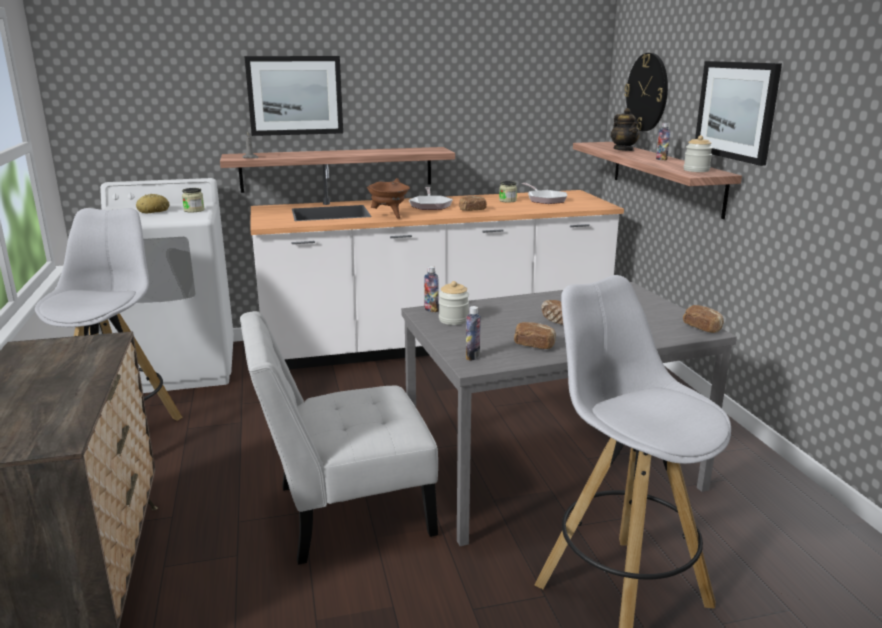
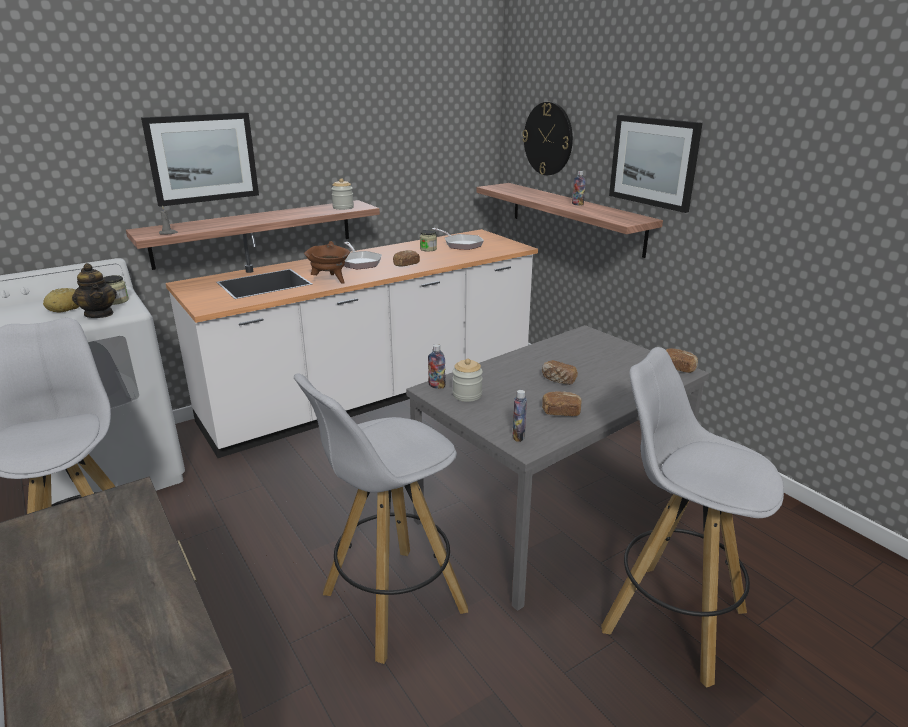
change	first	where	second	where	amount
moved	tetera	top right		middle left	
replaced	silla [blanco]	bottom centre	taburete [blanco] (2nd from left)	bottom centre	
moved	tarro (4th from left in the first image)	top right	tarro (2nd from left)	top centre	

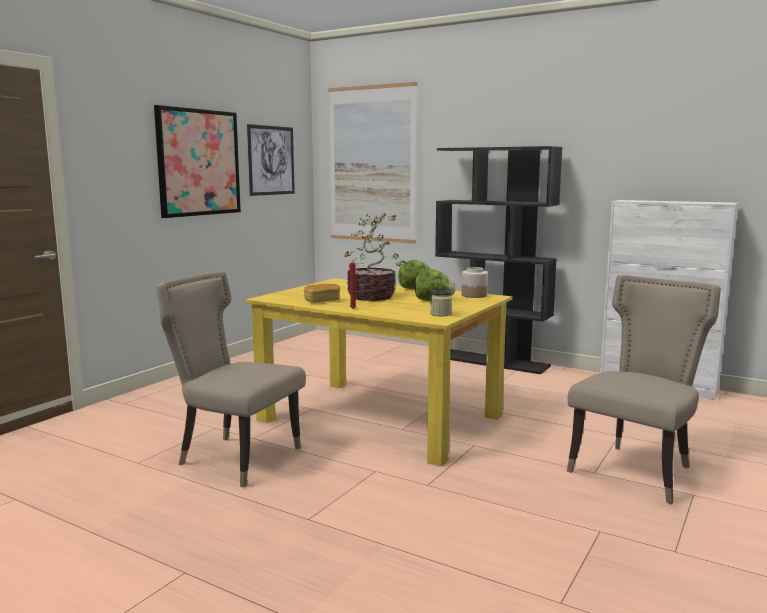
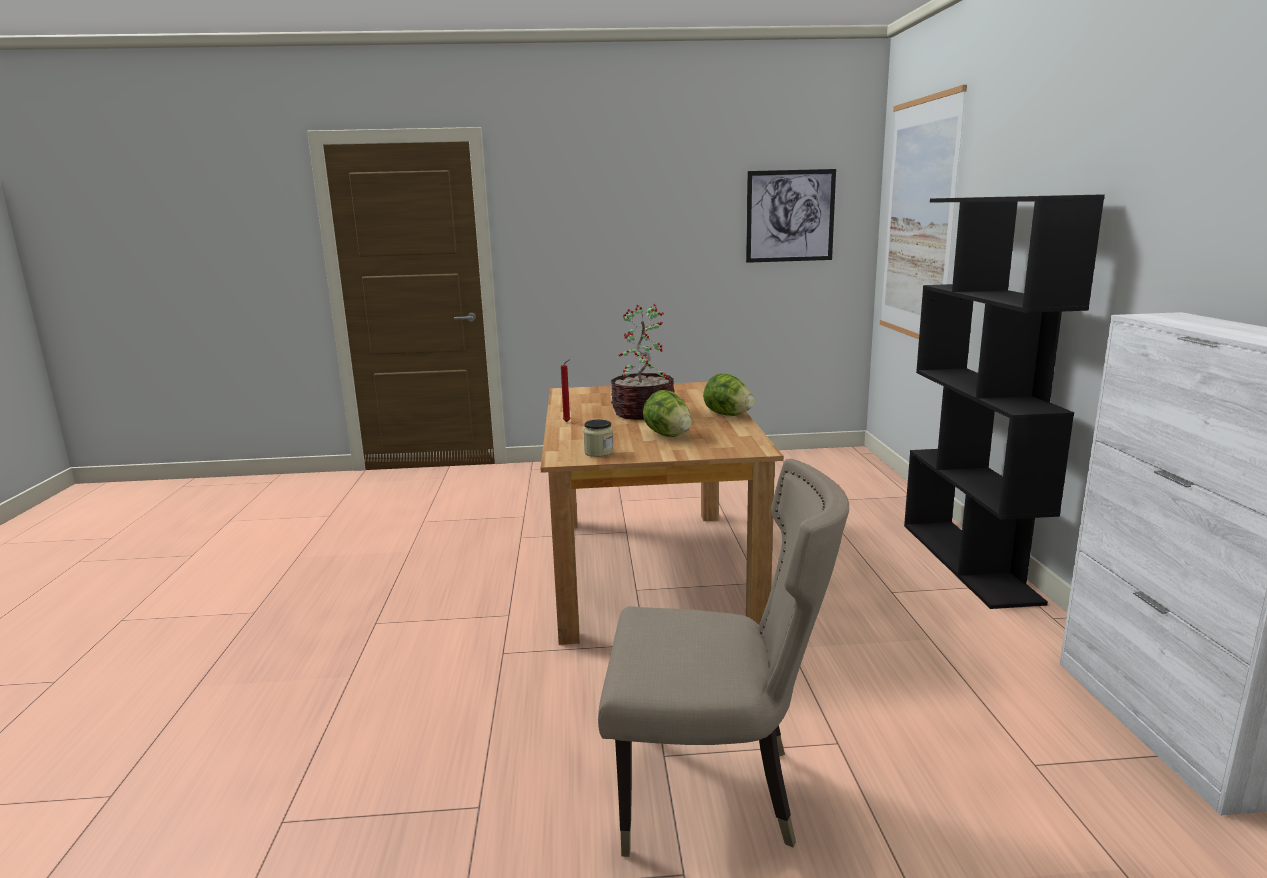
change	first	where	second	where	amount
recoloured	mesa de comedor [amarillo]	centre	mesa de comedor [marrón]	centre	
removed	cuadro (1st from left)	top left			
removed	silla [beis] (1st from left)	middle left			
removed	pan	centre			
removed	tarro (2nd from left)	centre			

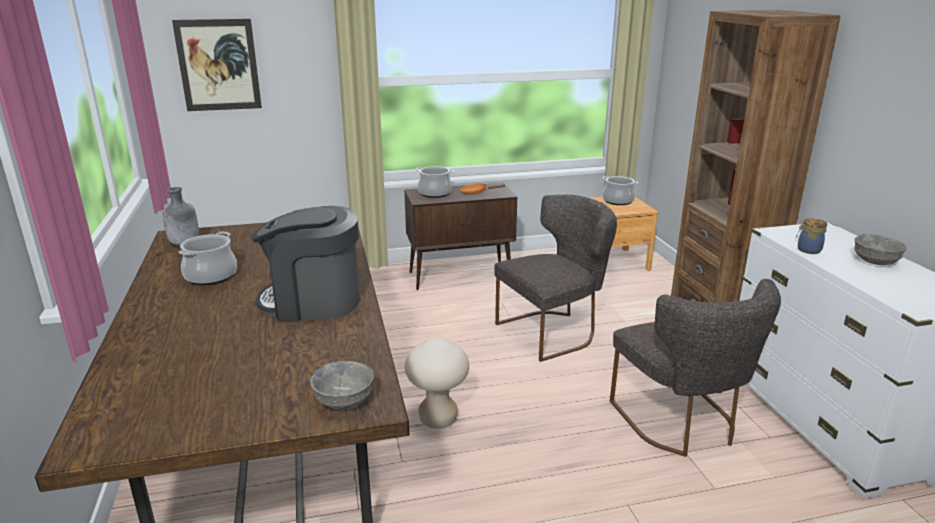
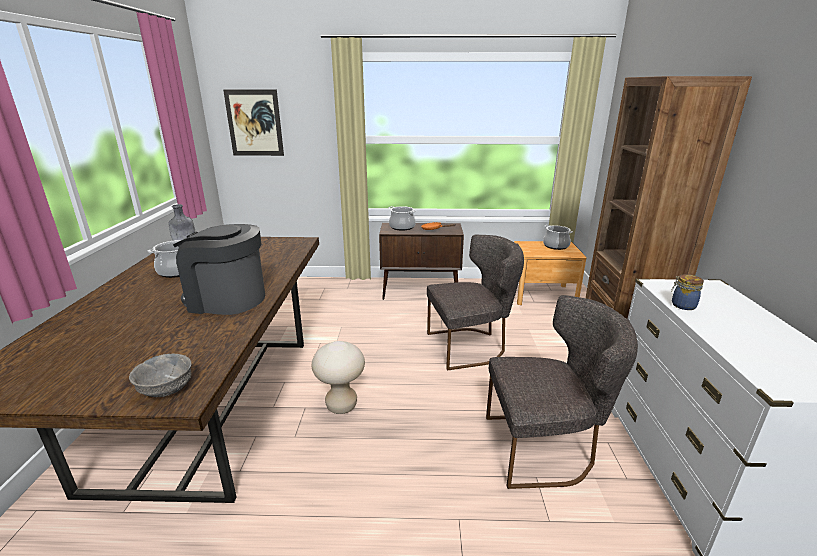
change	first	where	second	where	amount
turned	silla [gris] (2nd from left)	bottom right		bottom right	90 degrees counterclockwise
removed	cuenco [gris] (2nd from left)	middle right			

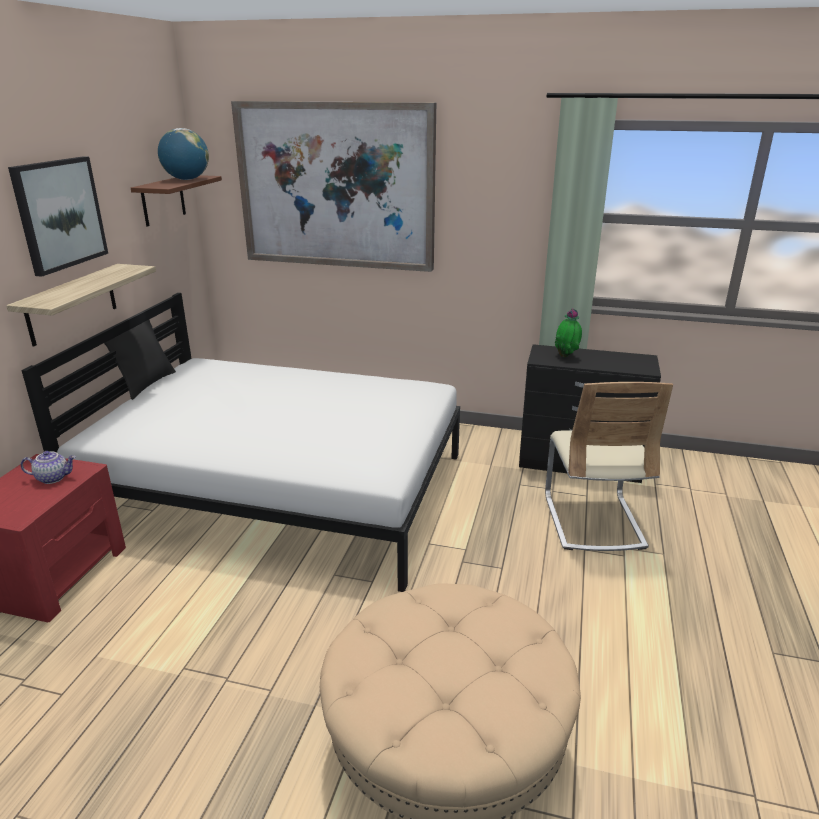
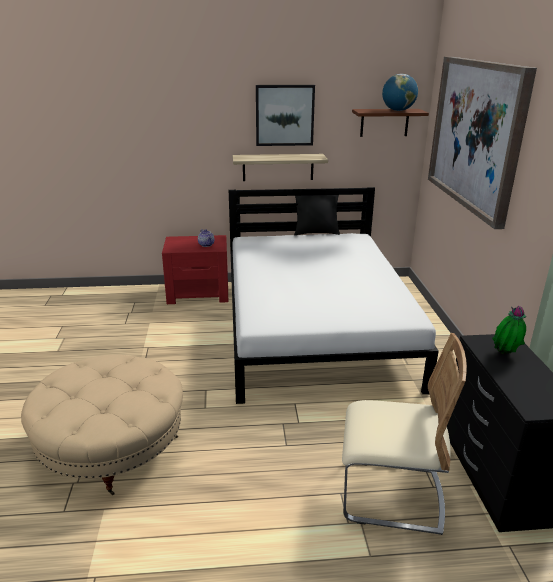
change	first	where	second	where	amount
turned	silla [beis]	middle right		bottom right	150 degrees counterclockwise

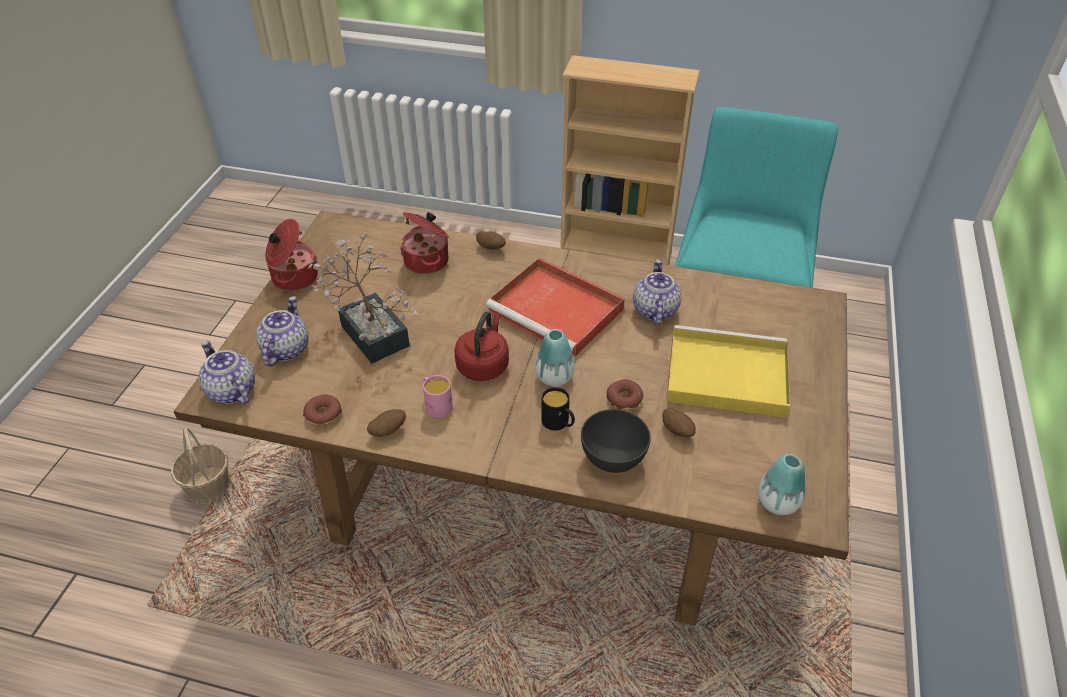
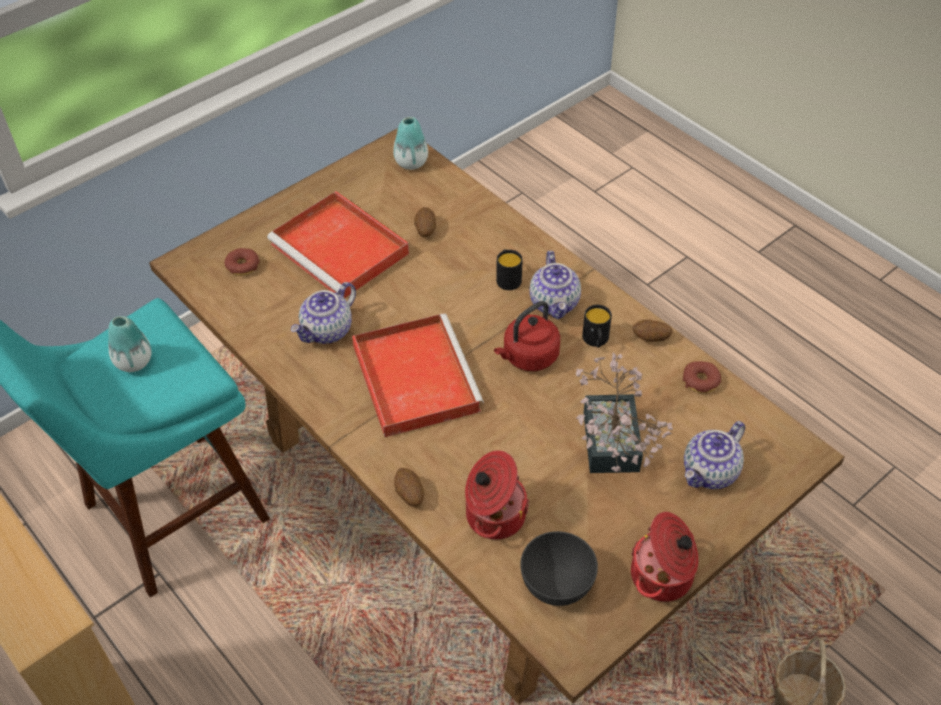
change	first	where	second	where	amount
moved	florero (1st from left)	centre		middle left	
moved	rosquilla (2nd from left in the first image)	centre	rosquilla (1st from left)	middle left	
recoloured	bandeja [amarillo]	middle right	bandeja [rojo] (1st from left)	centre	
moved	cuenco [gris]	centre		bottom centre	
moved	tetera (1st from left in the first image)	middle left	tetera (2nd from left)	centre	
recoloured	taza grande [rosa]	centre	taza grande [negro] (2nd from left)	centre	

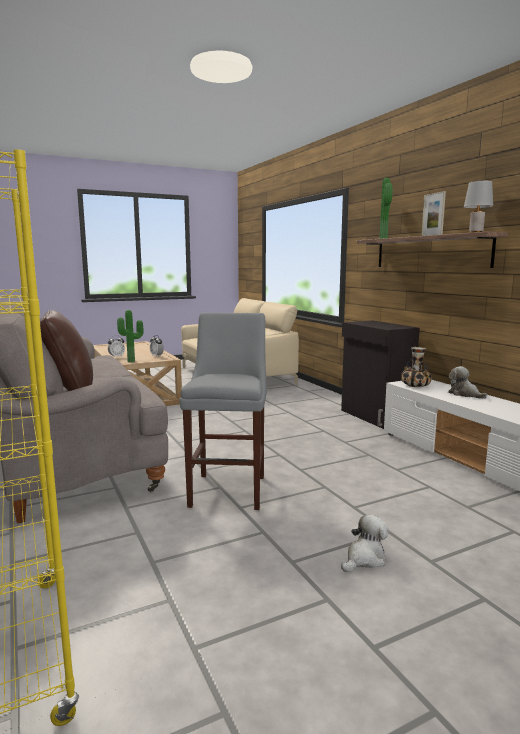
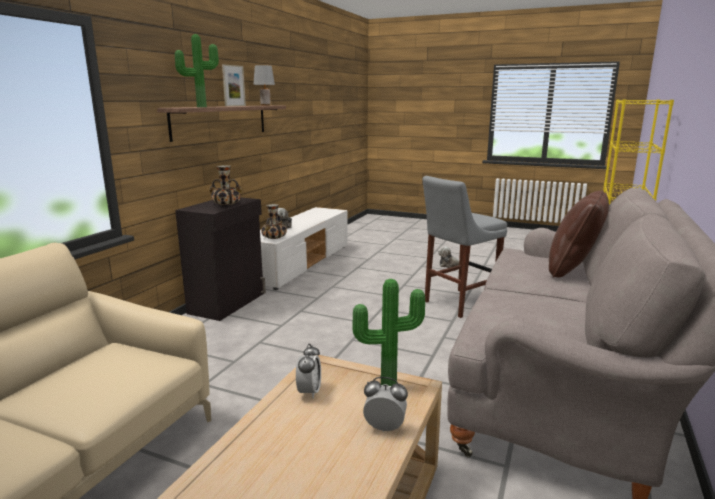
change	first	where	second	where	amount
added			florero (1st from left)	middle left	

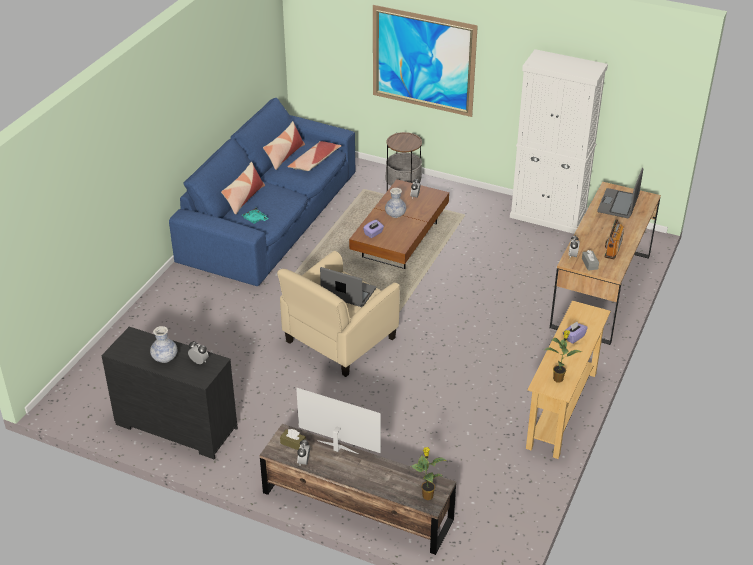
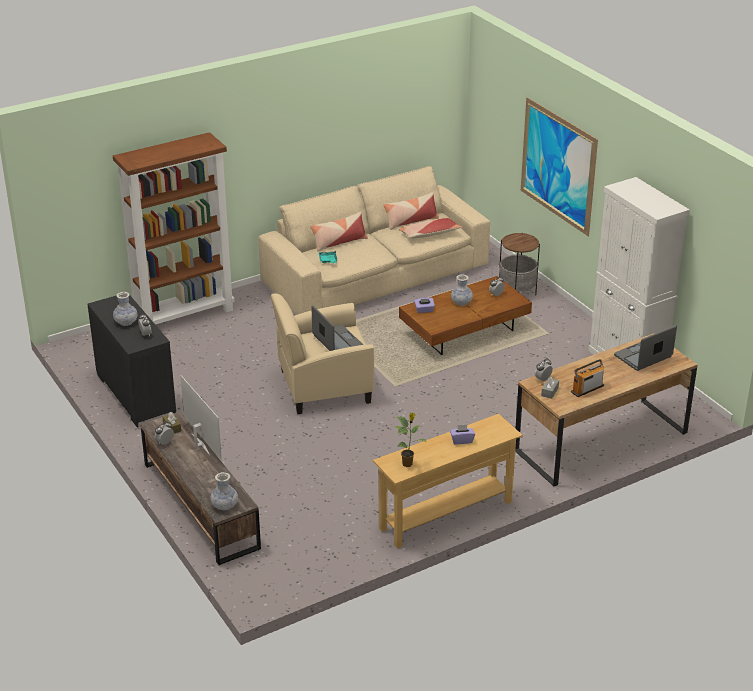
change	first	where	second	where	amount
added			estantería [marrón]	top left	
replaced	planta en maceta (1st from left)	bottom centre	florero (2nd from left)	bottom left	
recoloured	sofá [azul]	centre	sofá [beis]	centre	

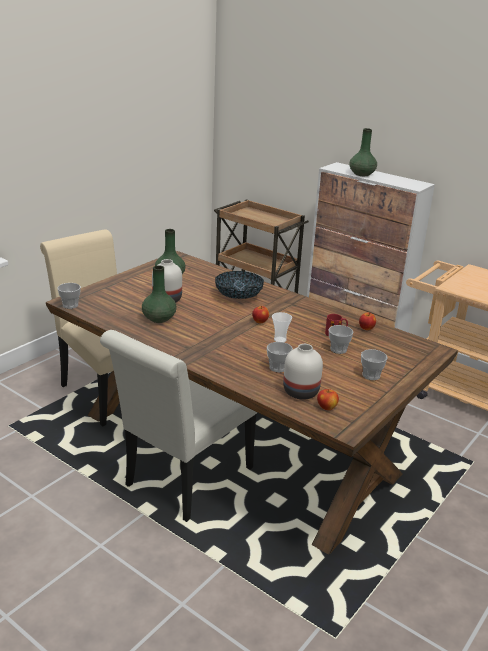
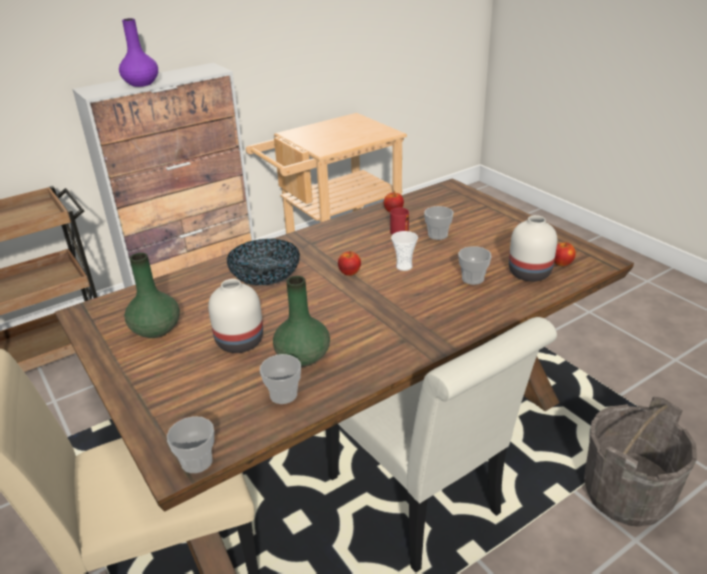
change	first	where	second	where	amount
recoloured	florero [verde] (3rd from left)	top right	florero [morado]	top left	
moved	taza (5th from left in the first image)	middle right	taza (2nd from left)	centre	
added			cubo [gris]	bottom right	

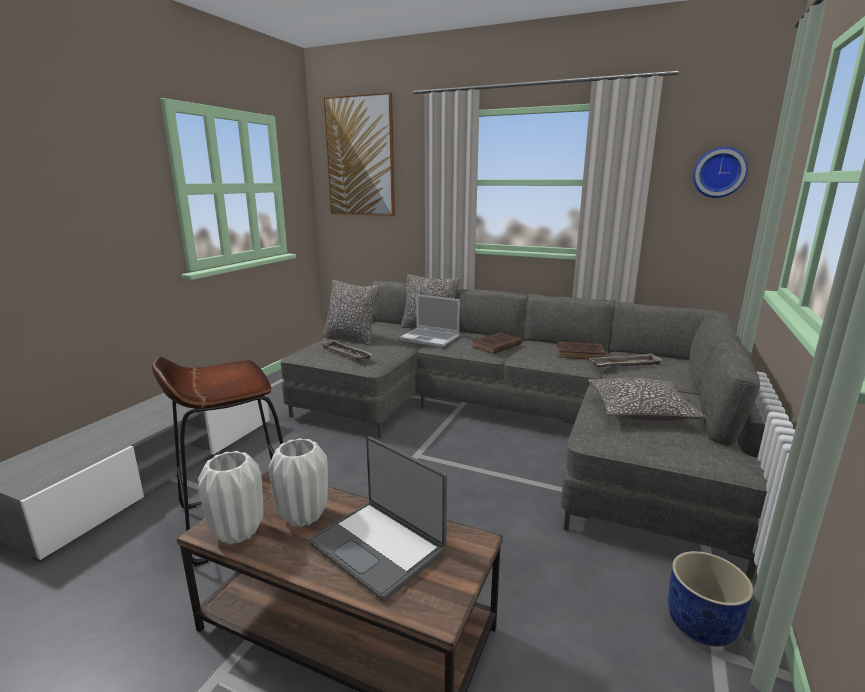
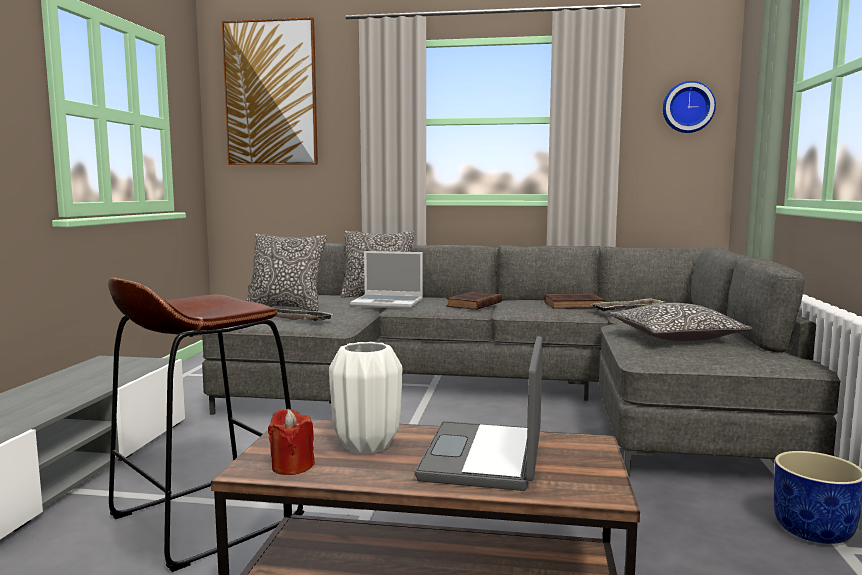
change	first	where	second	where	amount
replaced	florero [blanco] (1st from left)	bottom left	vela [rojo]	bottom centre	
turned	portátil (1st from left in the first image)	bottom centre	portátil (2nd from left)	bottom centre	75 degrees clockwise

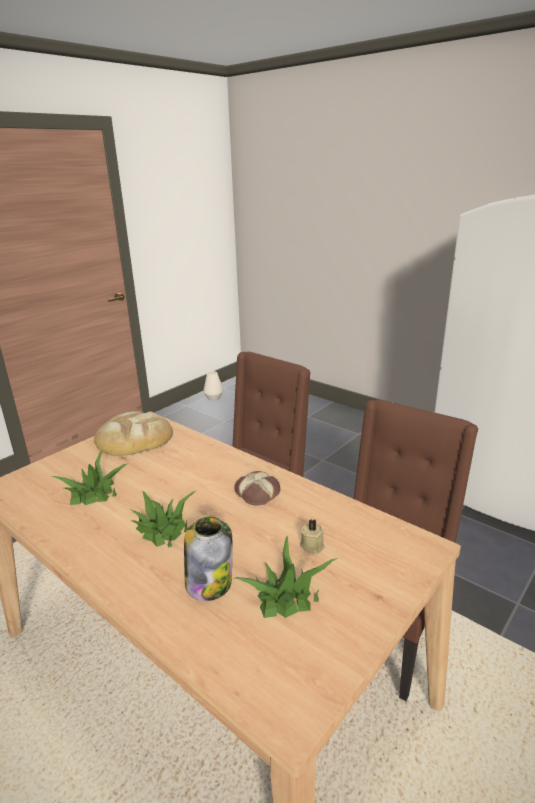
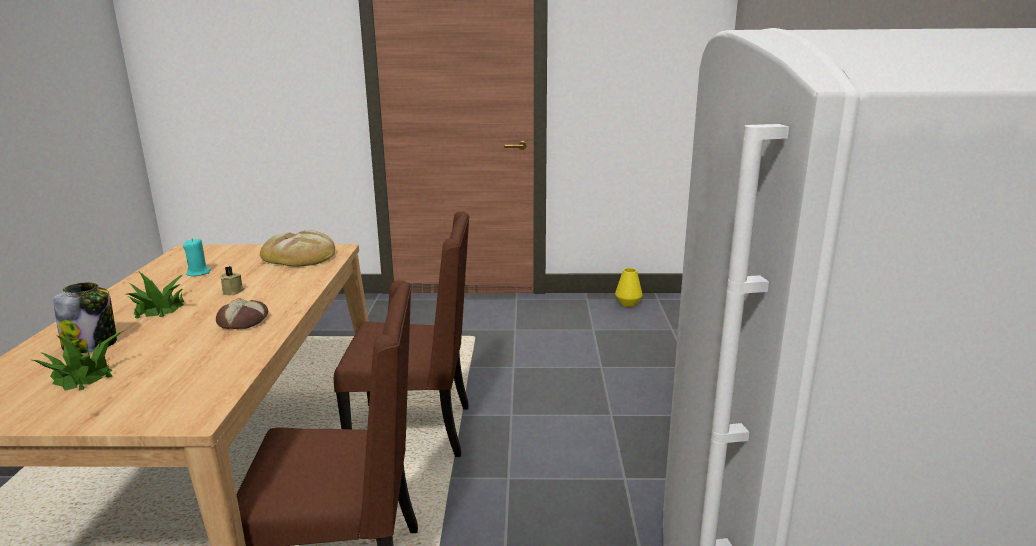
change	first	where	second	where	amount
replaced	planta en maceta (1st from left)	middle left	vela [turquesa]	middle left	
moved	vela [beis]	bottom centre		middle left	
recoloured	florero [blanco]	centre	florero [amarillo]	centre	

